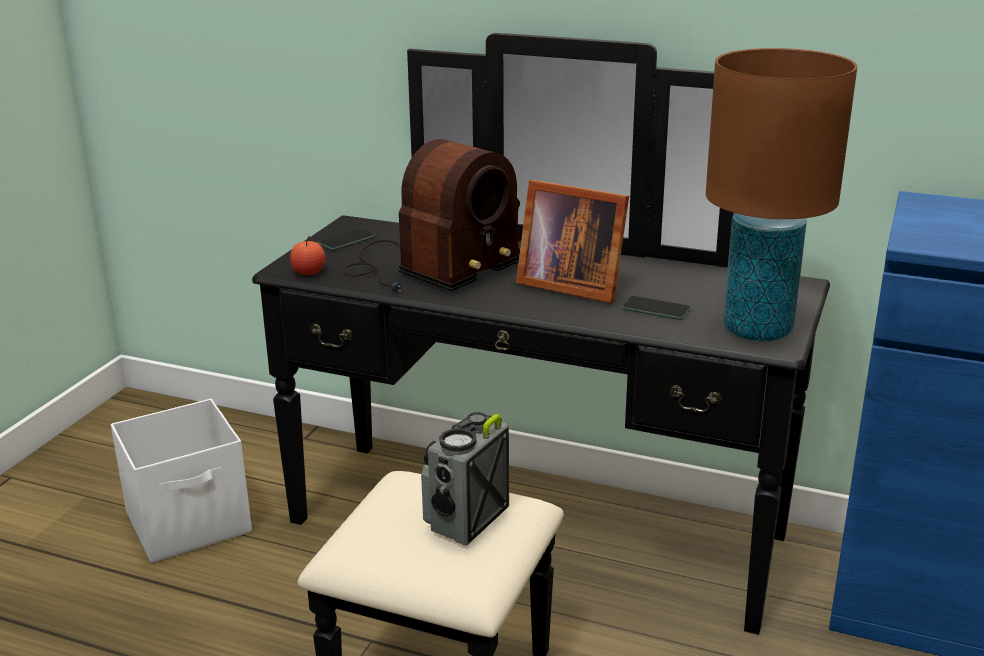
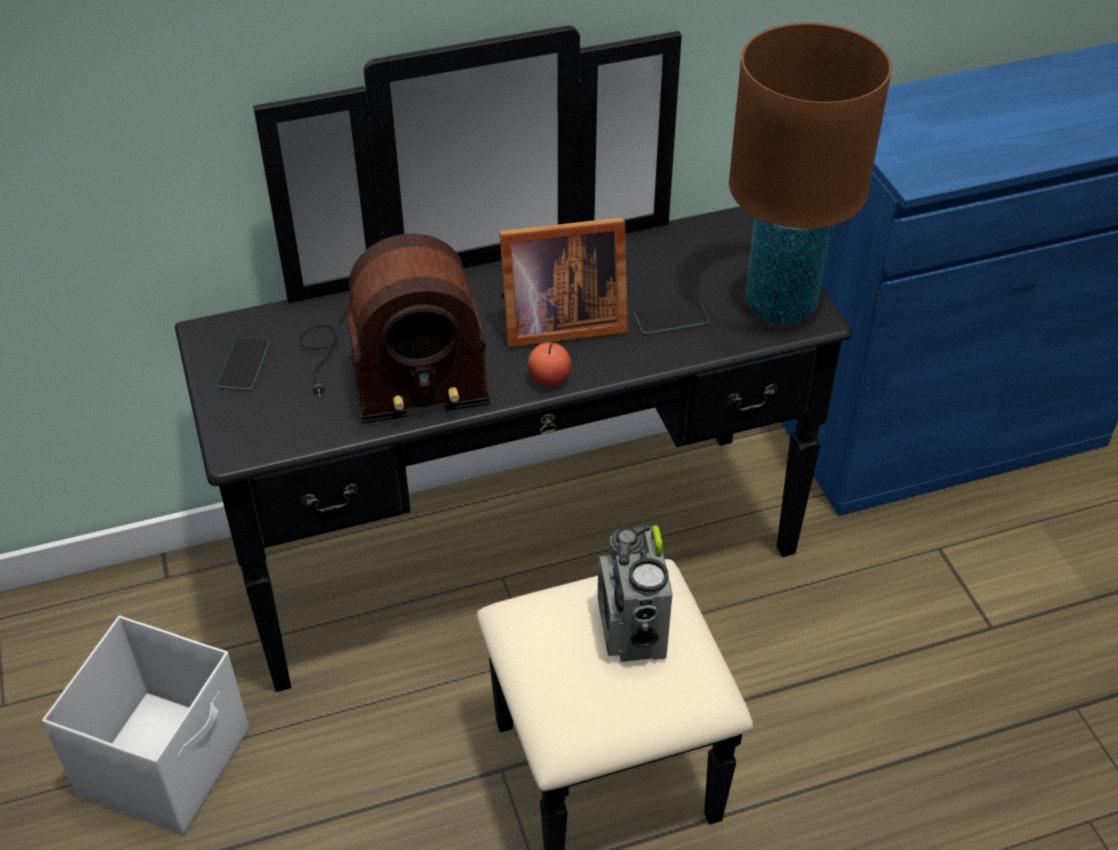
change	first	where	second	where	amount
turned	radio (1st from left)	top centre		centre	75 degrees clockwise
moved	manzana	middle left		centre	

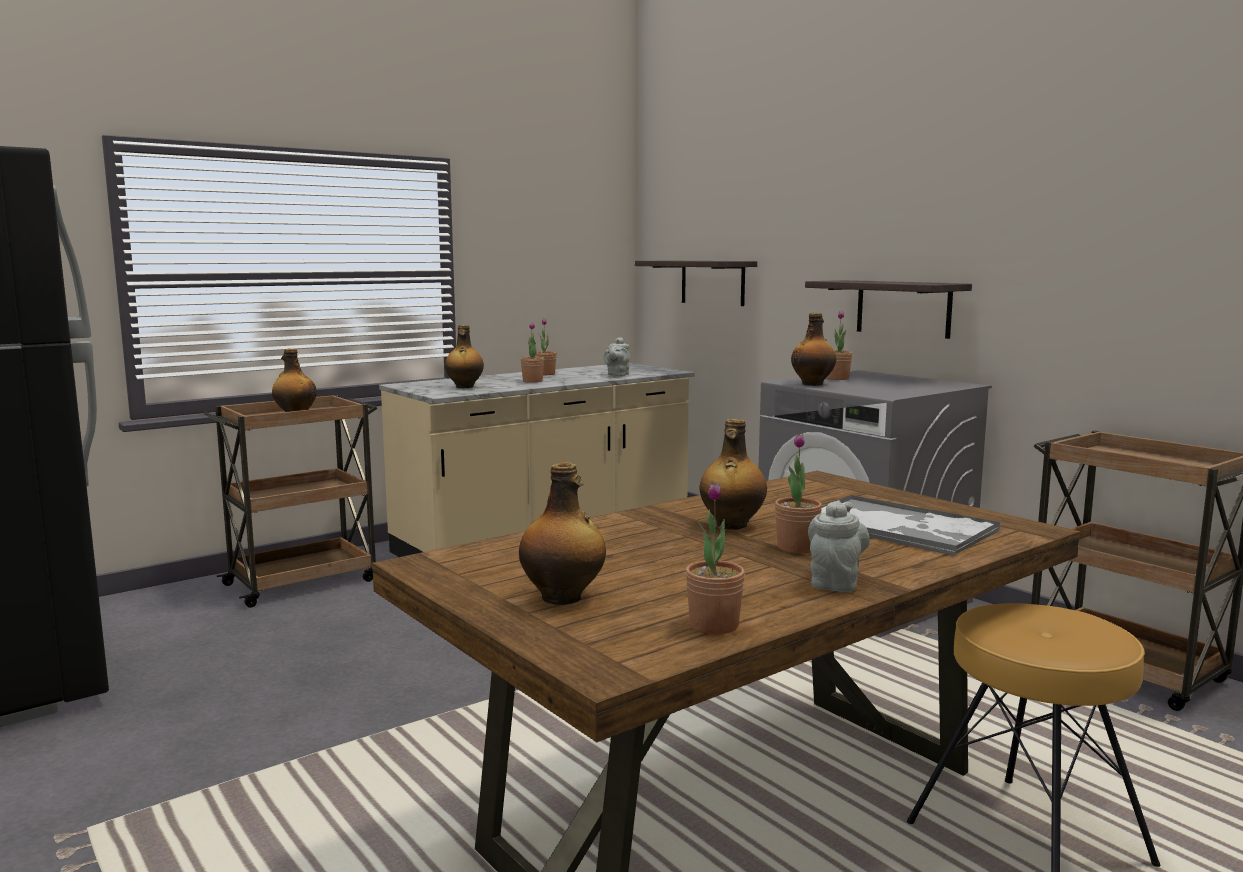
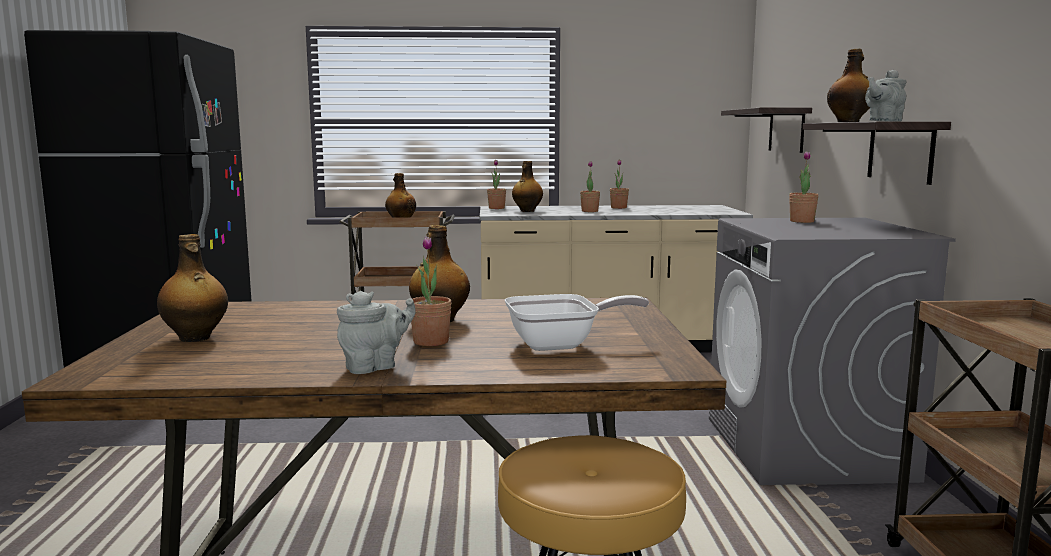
change	first	where	second	where	amount
moved	planta en maceta (3rd from left in the first image)	centre	planta en maceta (2nd from left)	top centre	
replaced	bandeja	middle right	sartén	centre	
moved	botella (5th from left)	centre		top right	
moved	tetera [gris] (1st from left in the first image)	centre	tetera [gris] (2nd from left)	top right	

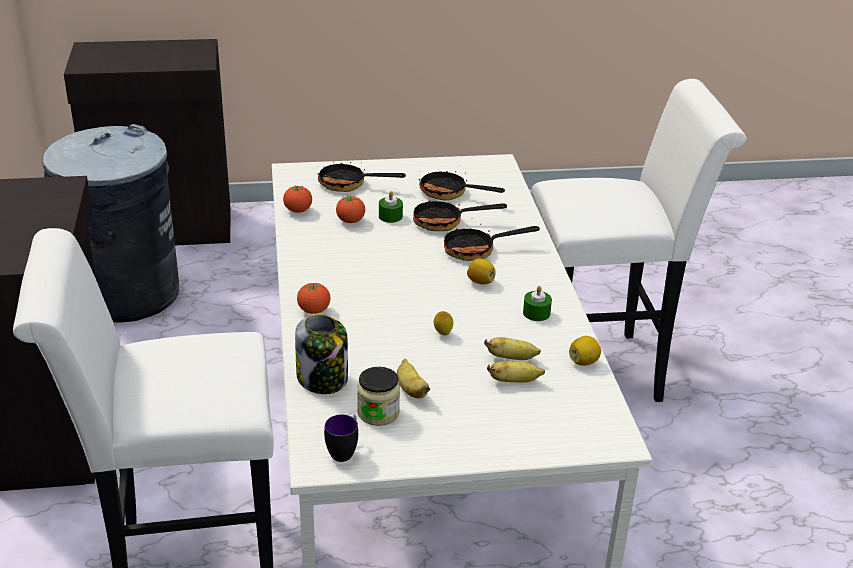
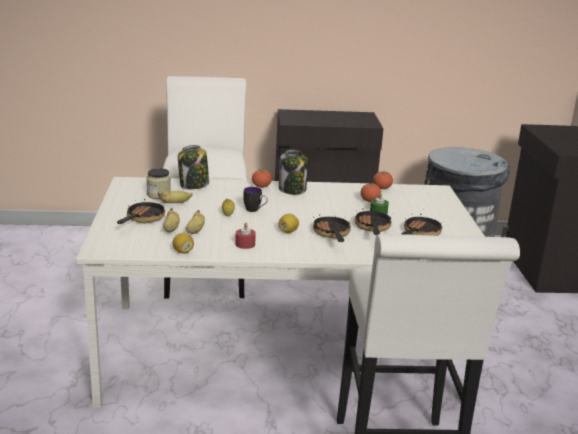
change	first	where	second	where	amount
moved	sartén (1st from left)	top centre		middle left	
recoloured	vela [verde] (2nd from left)	centre	vela [rojo]	centre	
moved	taza grande	bottom centre		centre	
added			tarro (3rd from left)	centre	

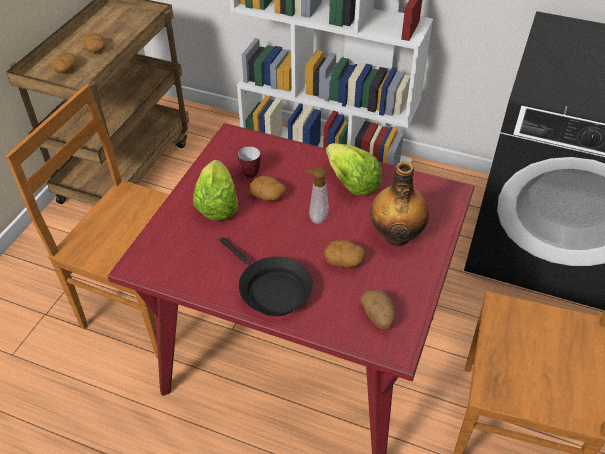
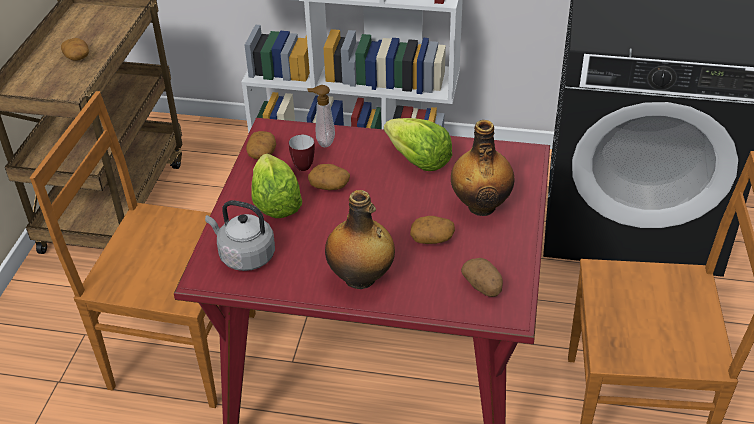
change	first	where	second	where	amount
added			hervidor [gris]	middle left	
moved	patata (1st from left in the first image)	top left	patata (2nd from left)	centre	
moved	dispensador de jabón	centre		top centre	
replaced	sartén [negro]	centre	botella (1st from left)	centre	

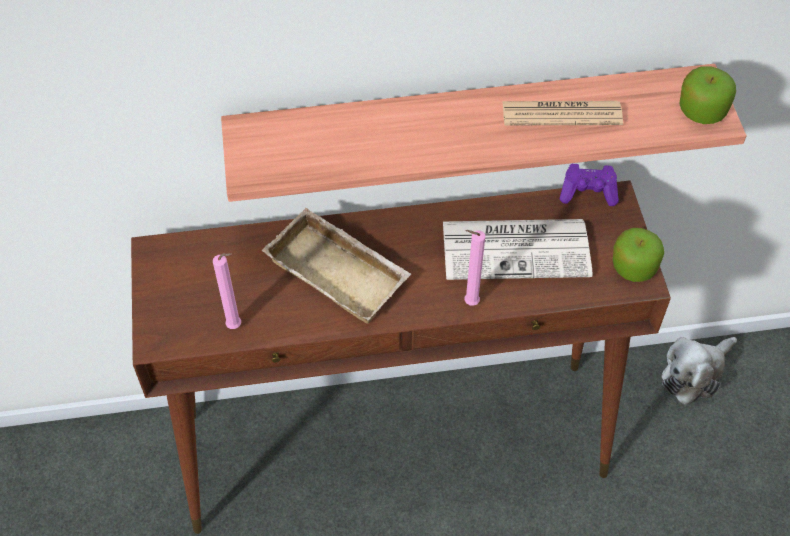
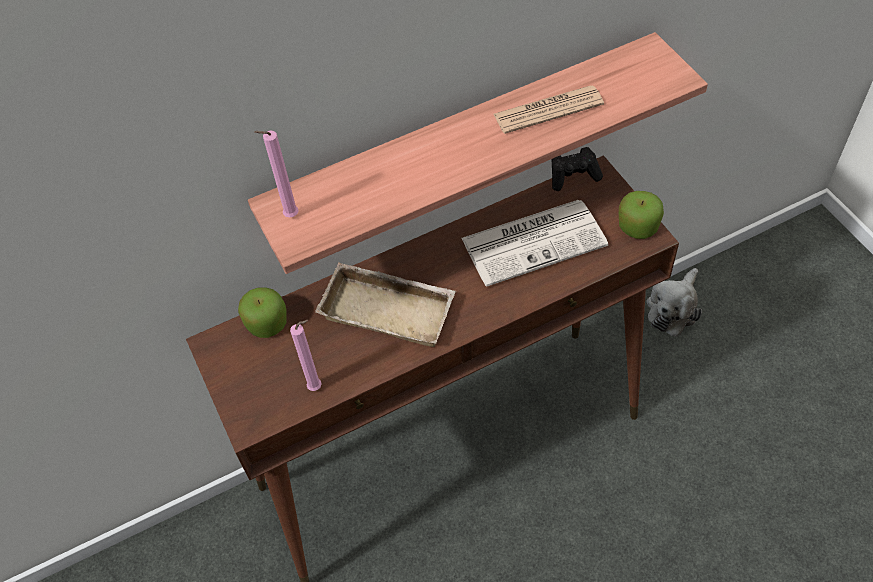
change	first	where	second	where	amount
moved	manzana (2nd from left in the first image)	top right	manzana (1st from left)	middle left	
moved	vela [rosa] (2nd from left in the first image)	centre	vela [rosa] (1st from left)	top left	
recoloured	mando de consola [morado]	middle right	mando de consola [negro]	top centre	

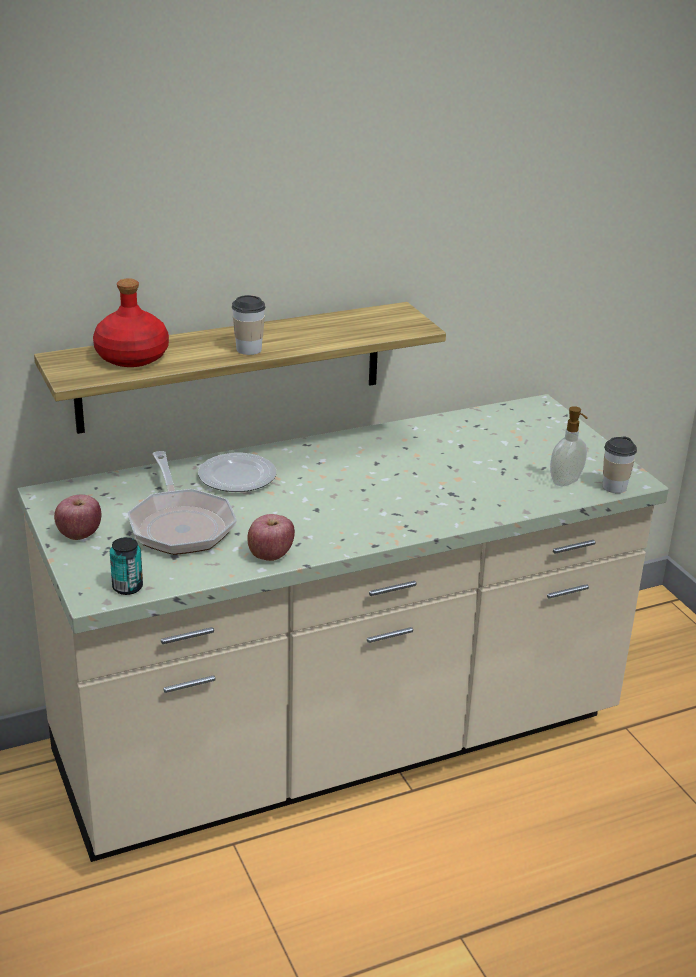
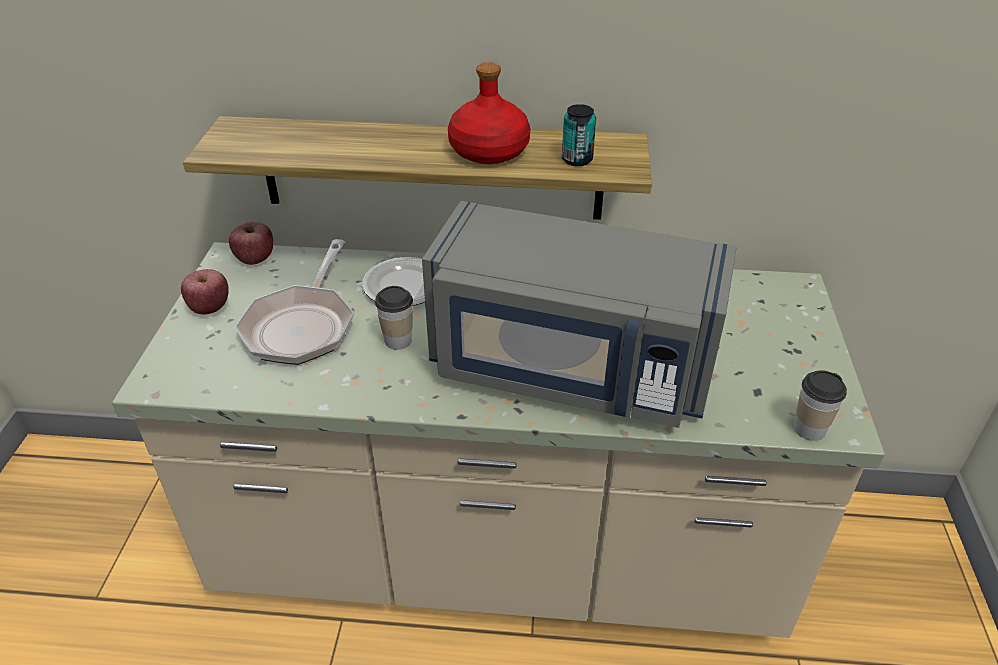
change	first	where	second	where	amount
moved	manzana (2nd from left)	centre		middle left	
moved	taza (1st from left)	top centre		centre	
added			microondas [gris]	centre	
moved	botella [rojo]	top left		top centre	
moved	lata	middle left		top centre	
removed	dispensador de jabón	middle right			

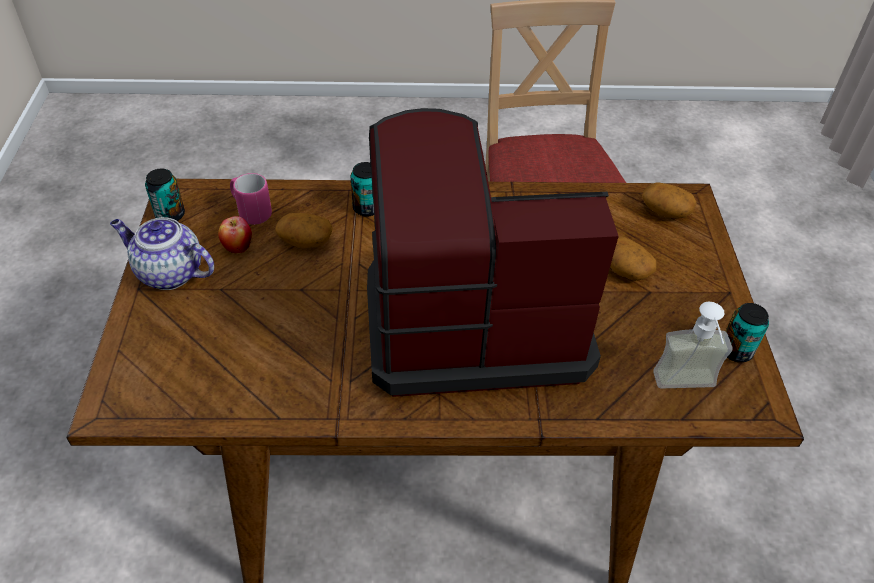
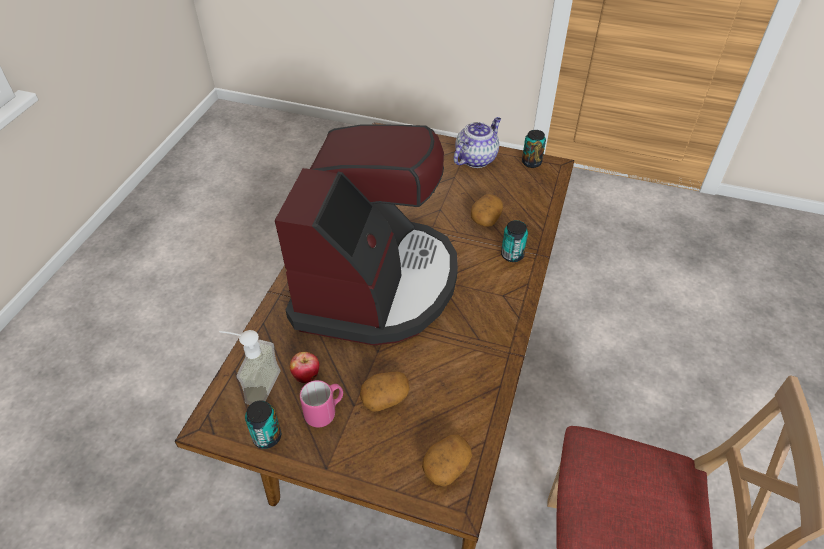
change	first	where	second	where	amount
moved	manzana	middle left		bottom centre	
moved	taza grande [rosa]	middle left		bottom centre	

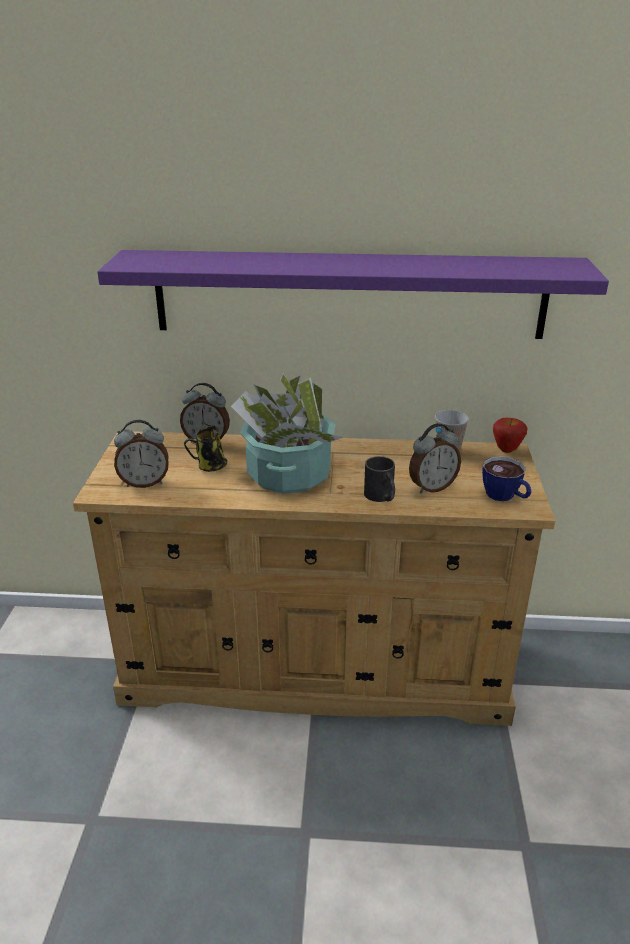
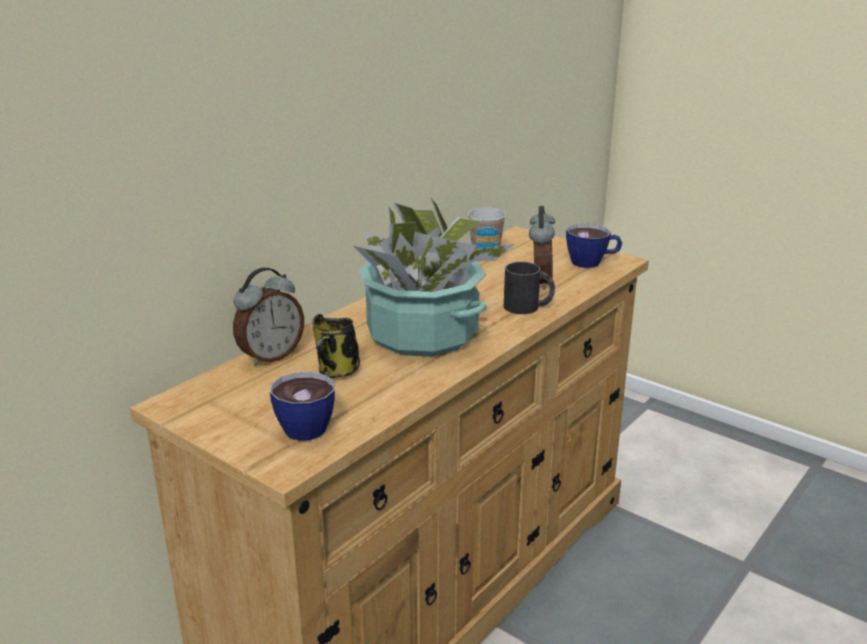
change	first	where	second	where	amount
replaced	despertador (1st from left)	middle left	taza (1st from left)	centre	
removed	estante [morado]	top centre			
removed	manzana	middle right			

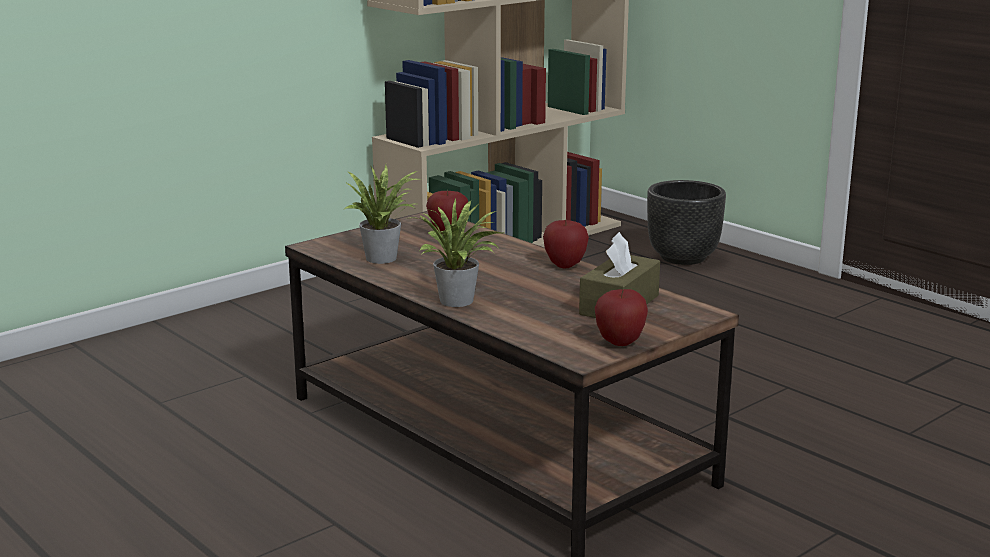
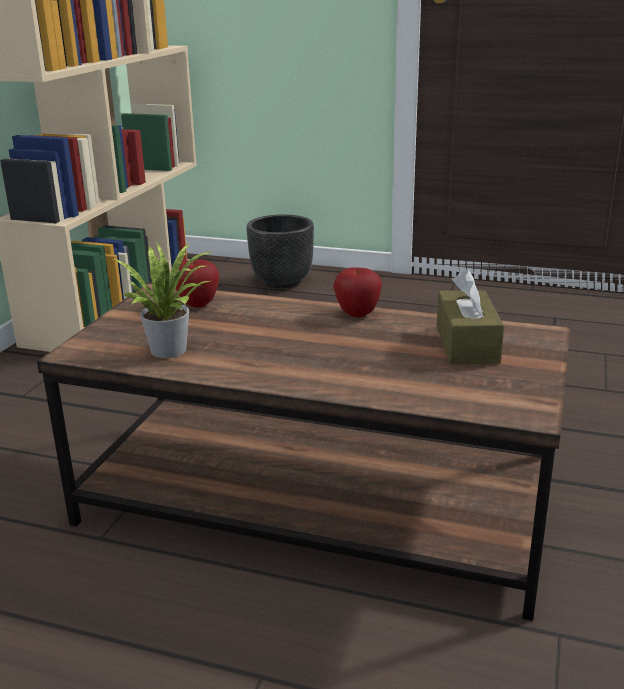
change	first	where	second	where	amount
removed	planta en maceta (2nd from left)	centre			
removed	manzana (3rd from left)	centre			

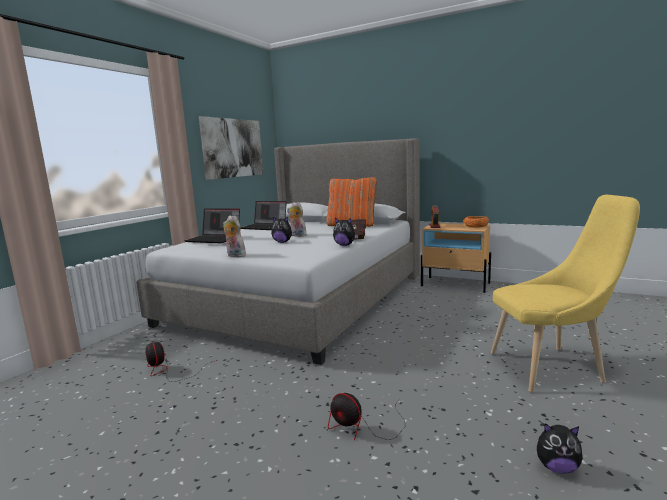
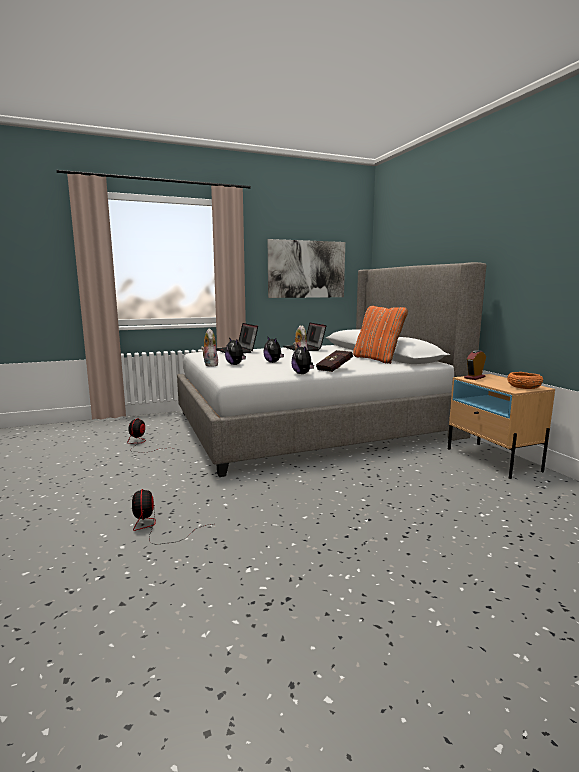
change	first	where	second	where	amount
moved	peluche (5th from left in the first image)	bottom right	peluche (2nd from left)	centre	
removed	silla [amarillo]	middle right			

